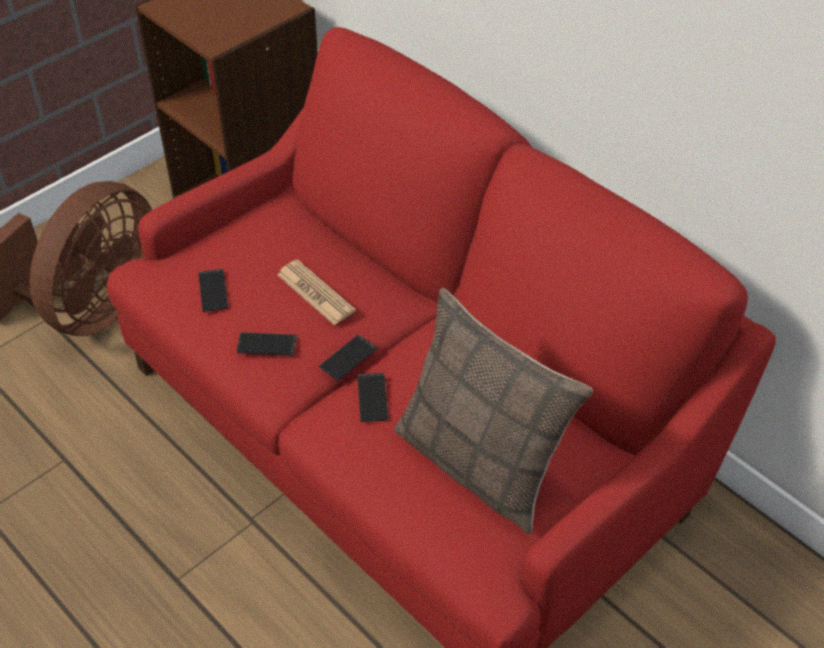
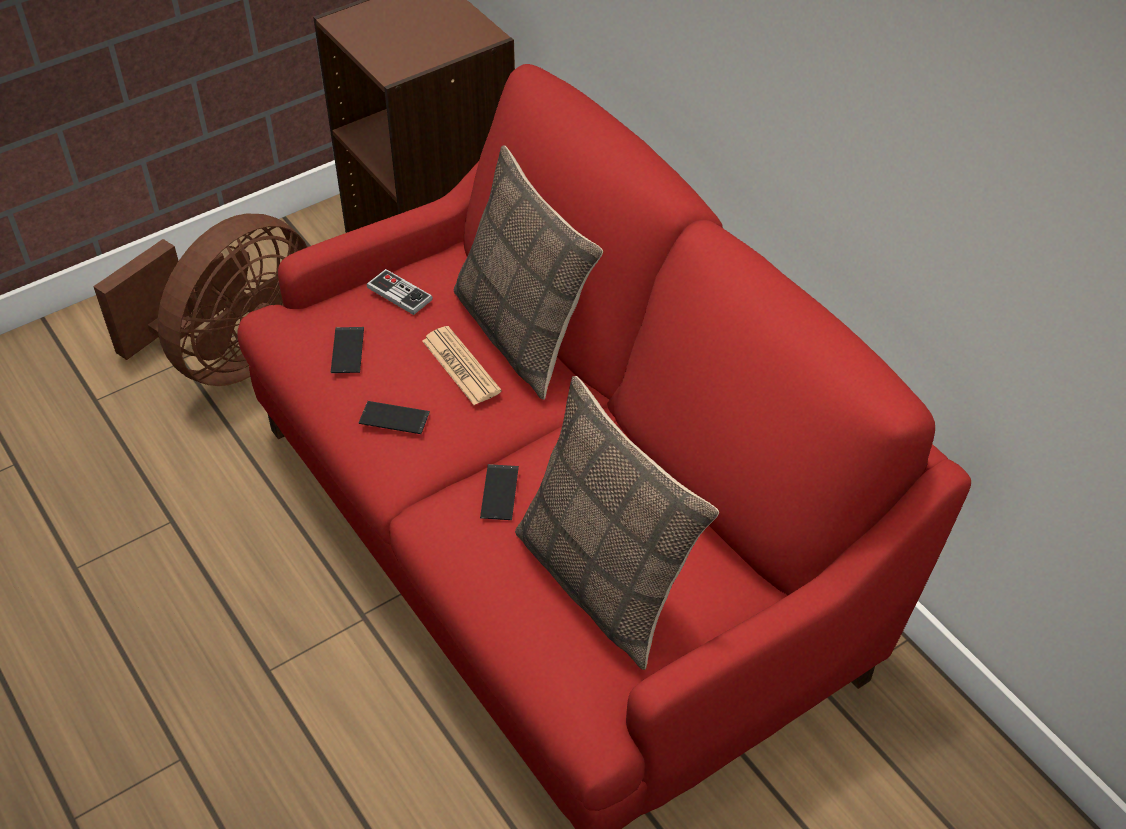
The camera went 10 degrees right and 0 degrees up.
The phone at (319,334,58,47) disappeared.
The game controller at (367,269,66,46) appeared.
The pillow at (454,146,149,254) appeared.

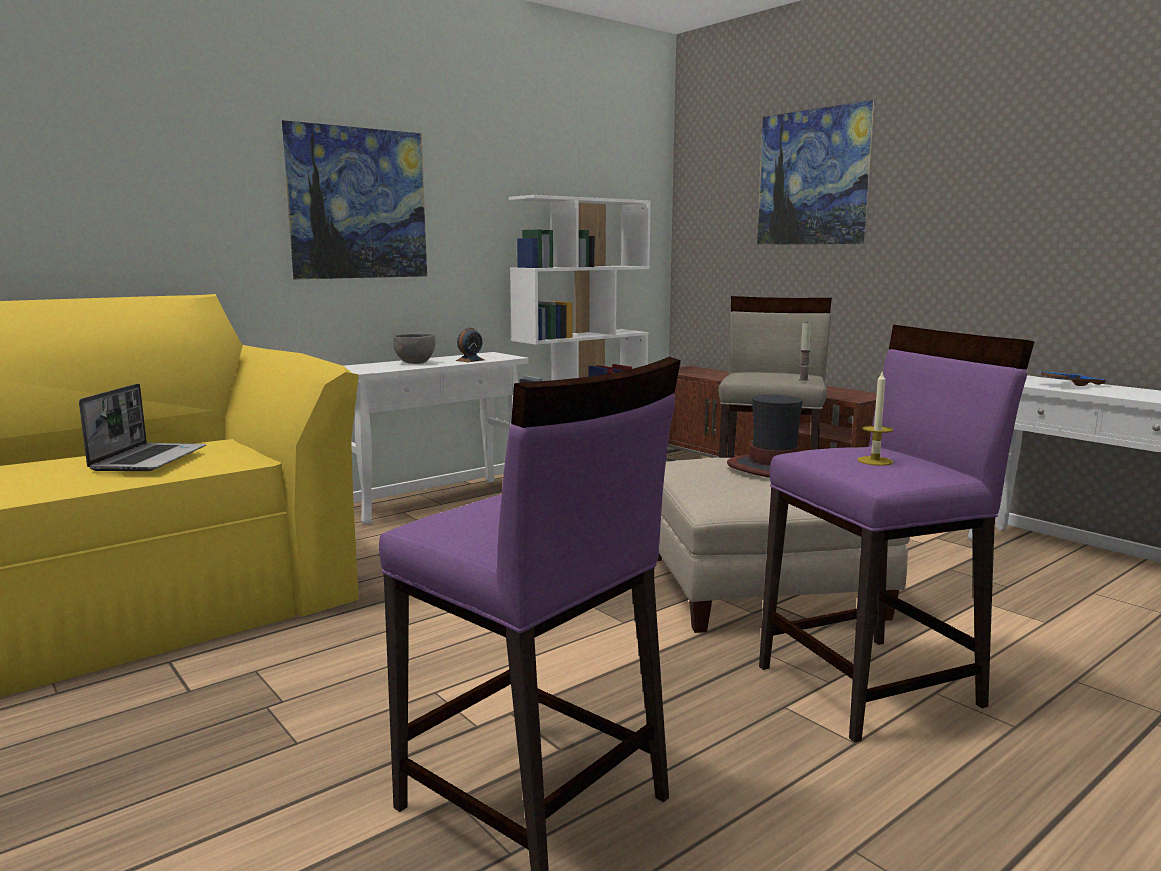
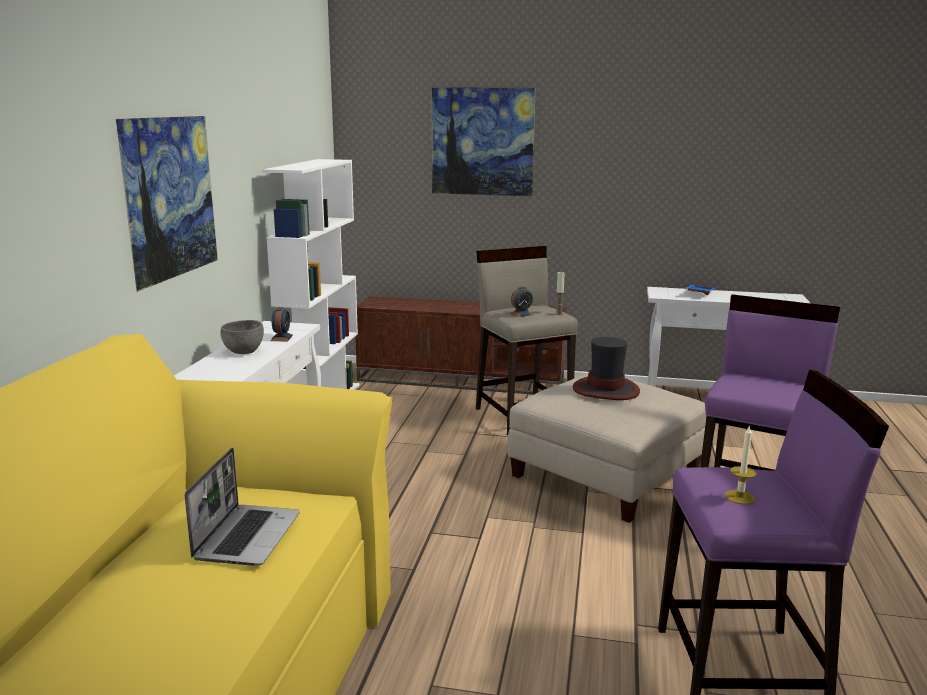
The camera went 40 degrees left and 5 degrees up.
The alarm clock at (509,287,25,30) appeared.
The candle moved from (857,370,36,96) to (725,427,32,78).
The laptop at (79,384,127,87) turned 45 degrees clockwise.

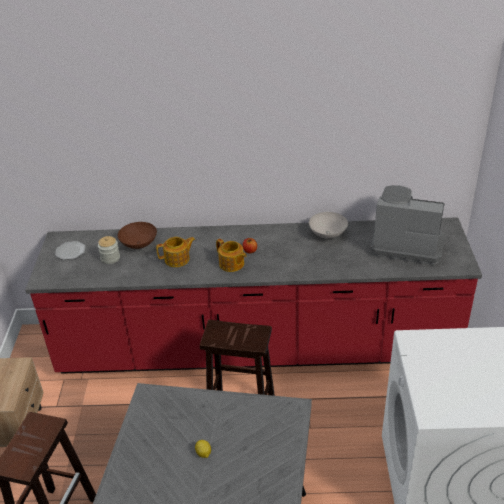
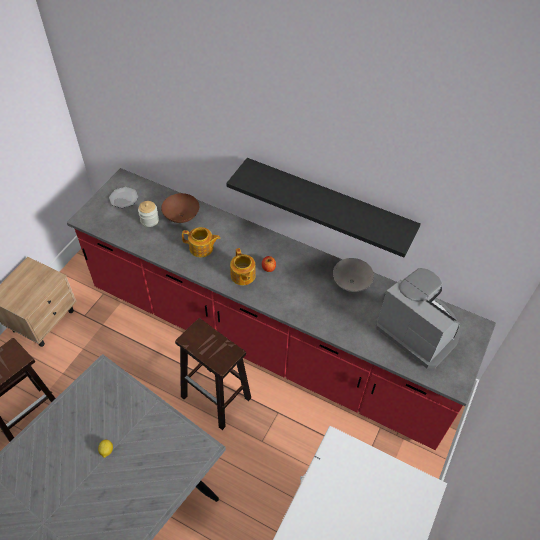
The camera went 25 degrees right and 15 degrees up.
The black shelf at (226,158,195,99) appeared.

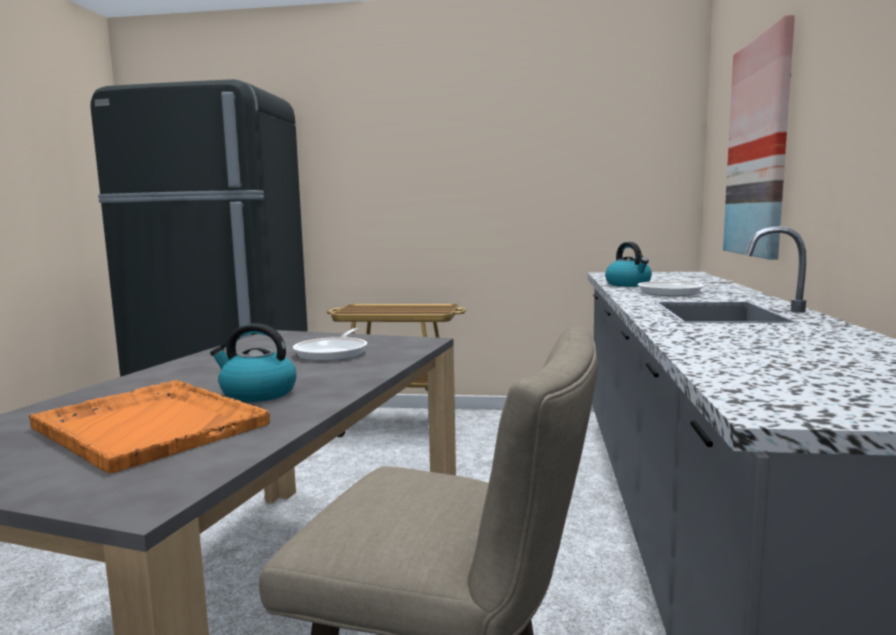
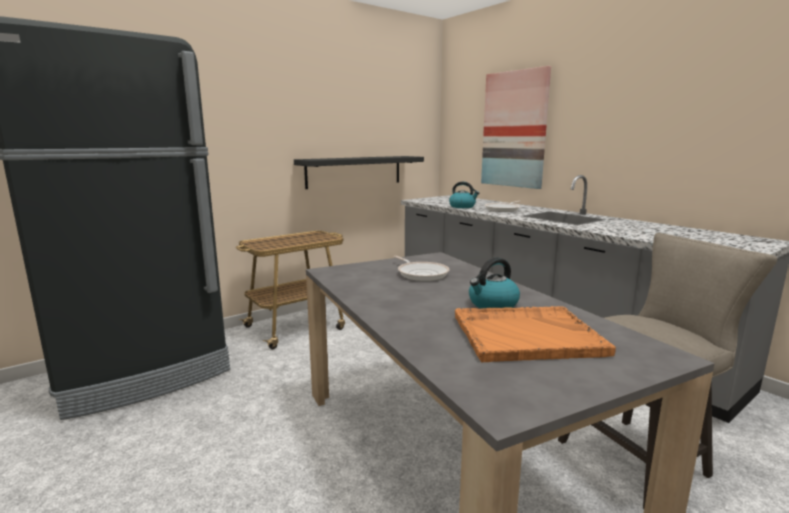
The camera went 45 degrees left and 5 degrees up.
The black shelf at (294,156,130,33) appeared.

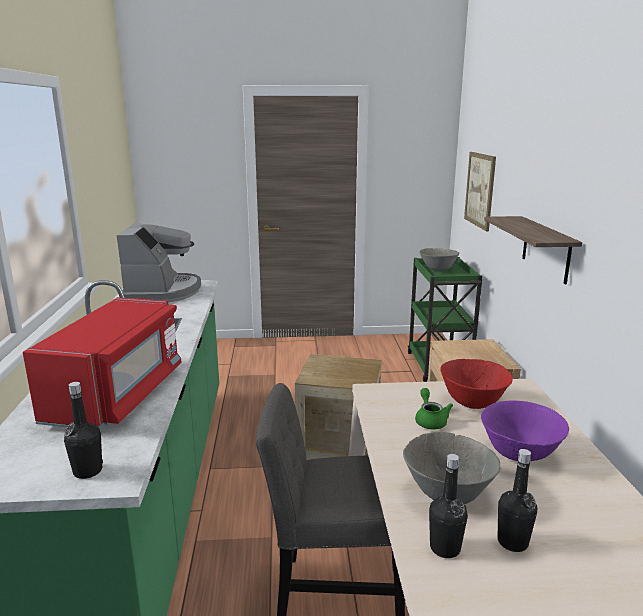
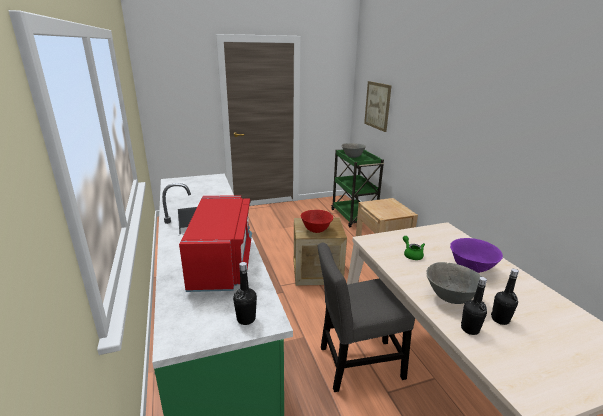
The camera went 15 degrees left and 5 degrees up.
The coffee machine at (117,222,84,80) disappeared.
The shelf at (484,216,98,69) disappeared.
The red bowl moved from (440,359,73,50) to (301,210,32,23).

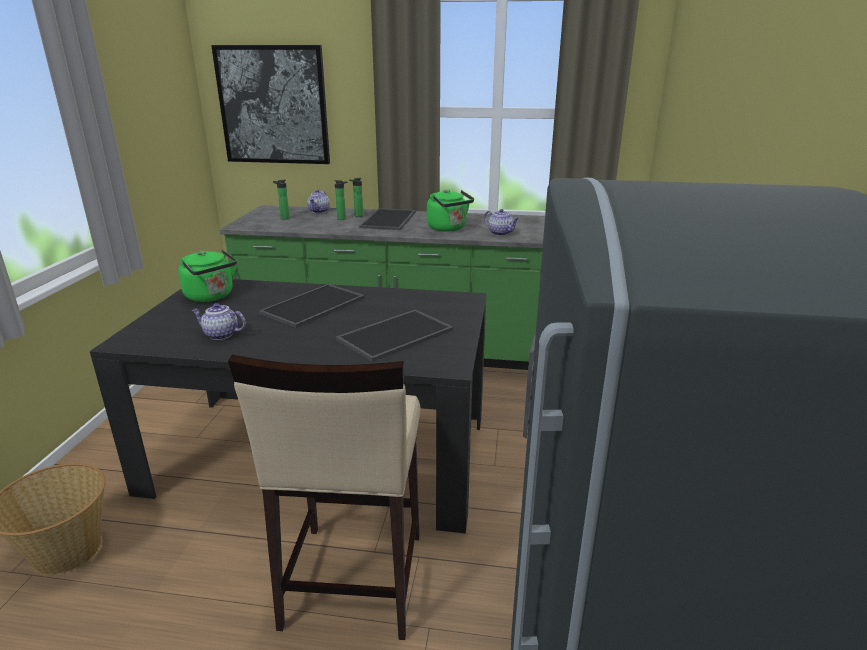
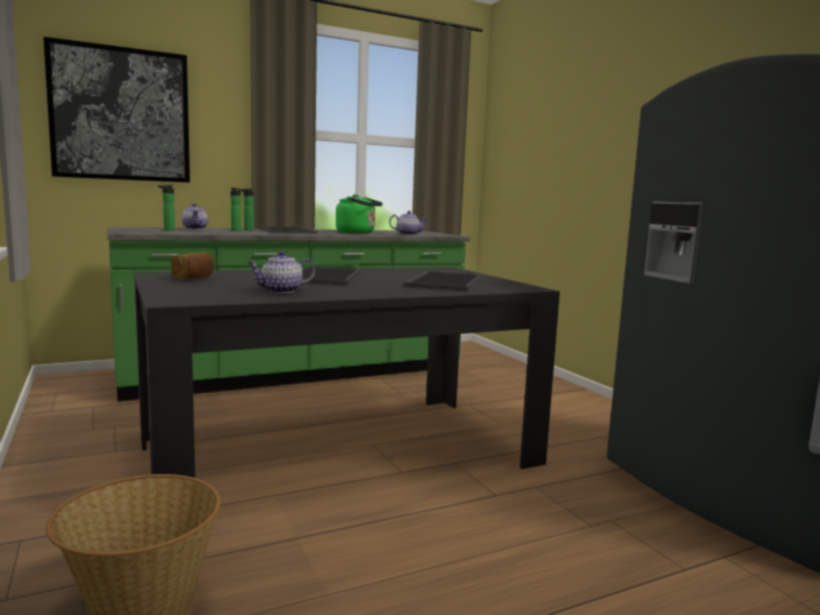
The camera went 35 degrees left and 15 degrees down.
The beige stool at (228,355,192,285) disappeared.
The green kettle at (178,249,59,53) was replaced by the bread at (171,252,43,27).

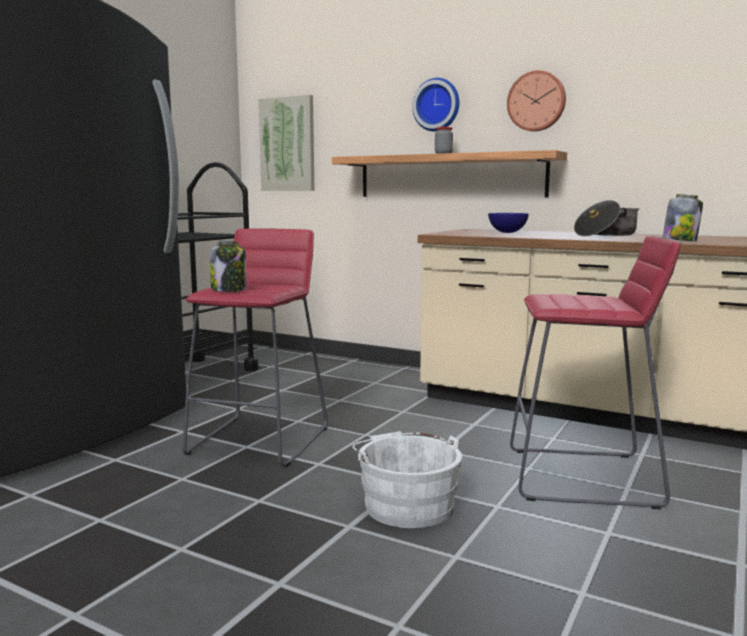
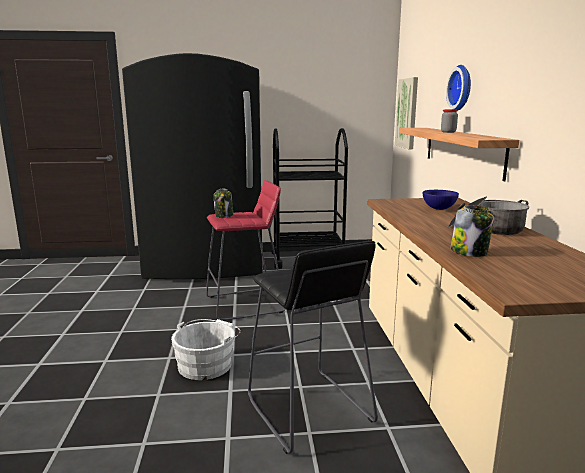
The camera went 55 degrees right and 5 degrees up.
The wall clock at (507,70,59,61) disappeared.
The red stool at (510,236,170,273) became the black stool at (248,240,130,214).

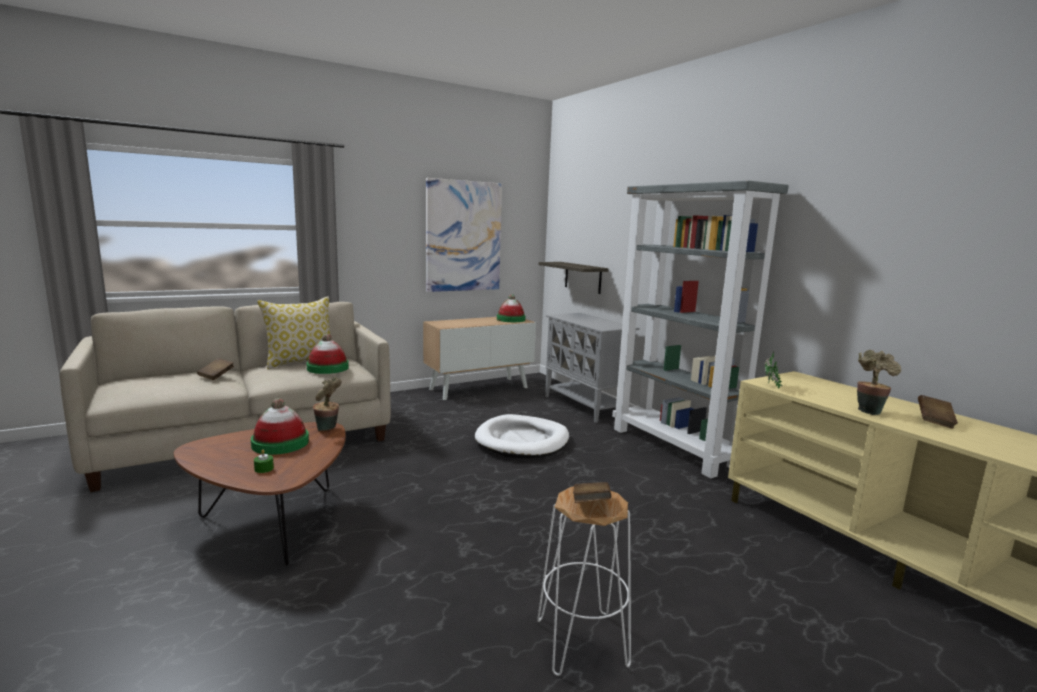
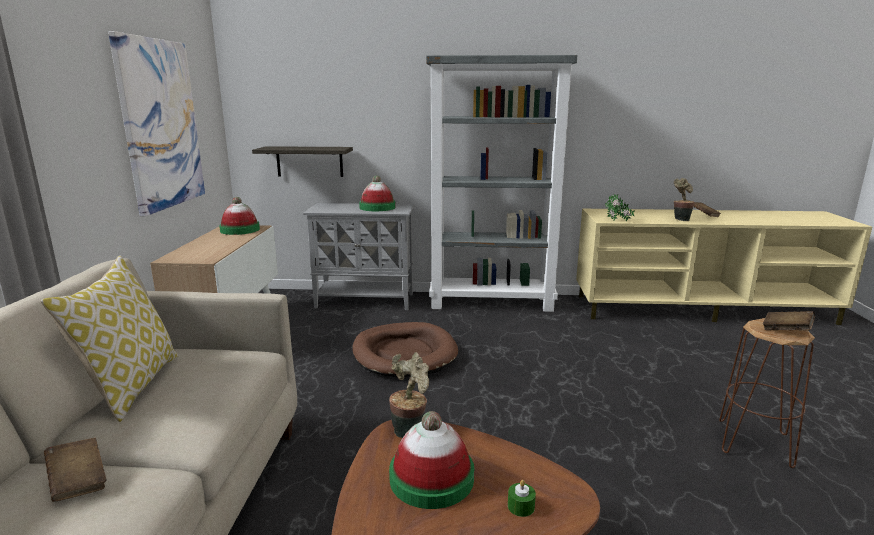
The camera went 55 degrees left and 5 degrees up.
The hat moved from (306,334,43,40) to (359,176,37,35).
The white dog bed at (475,414,94,44) became the brown dog bed at (352,322,106,55).
The white stool at (537,487,94,189) became the brown stool at (719,318,96,150).

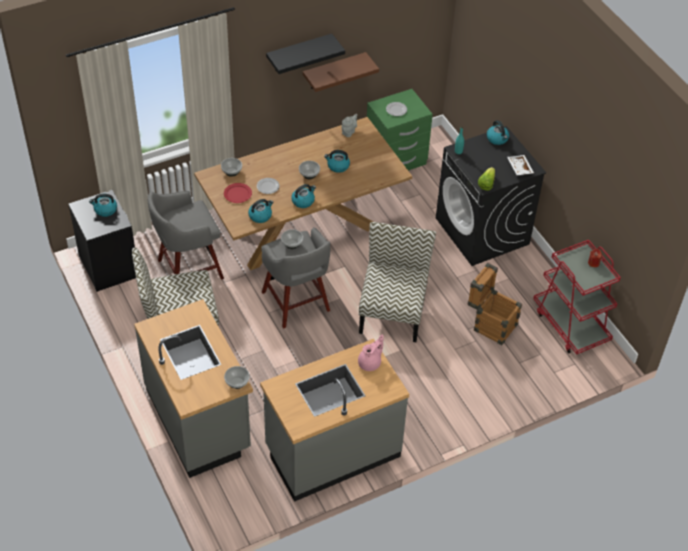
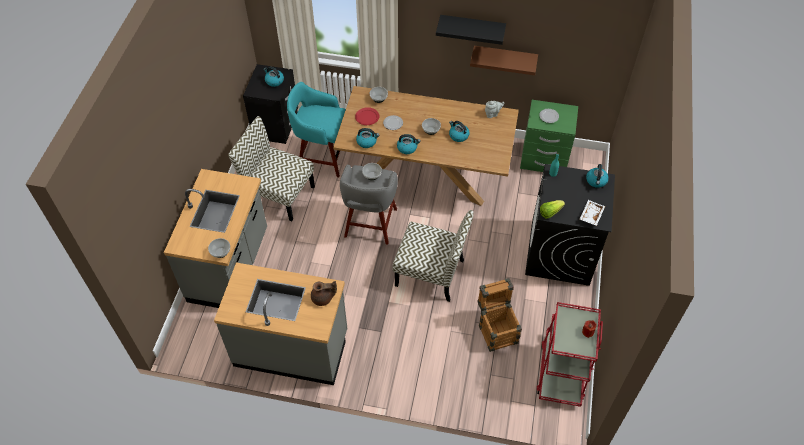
The camera went 40 degrees right and 5 degrees up.
The grey stool at (148,191,76,89) became the turquoise stool at (287,82,59,95).
The pink teapot at (358,335,26,36) became the brown teapot at (311,281,26,25).
The chair at (359,222,77,120) turned 60 degrees clockwise.

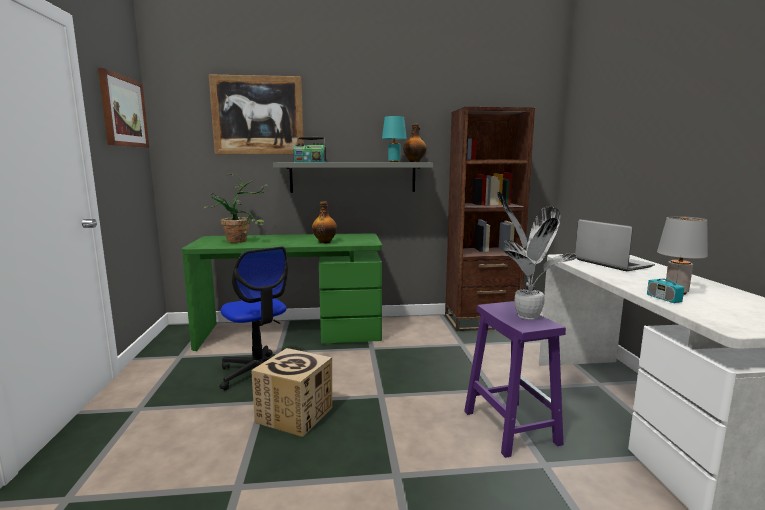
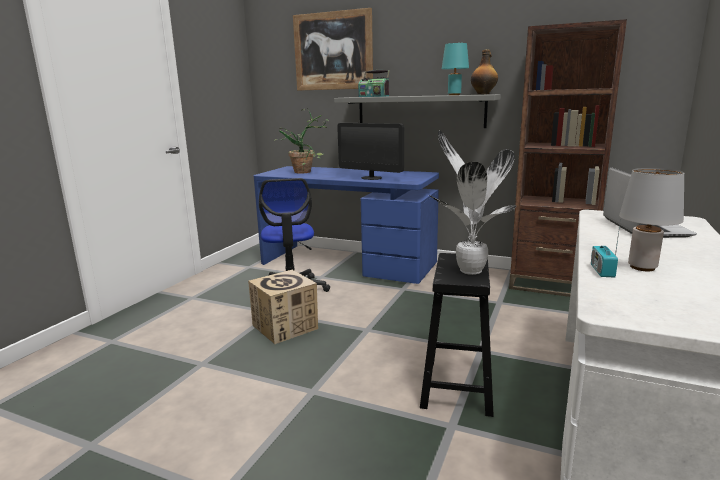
The camera went 30 degrees right and 5 degrees up.
The picture at (98,68,51,80) disappeared.
The bottle at (312,201,25,43) was replaced by the monitor at (337,123,67,57).
The green desk at (182,233,200,118) became the blue desk at (254,166,185,118).
The purple stool at (464,301,102,157) became the black stool at (420,253,74,164).

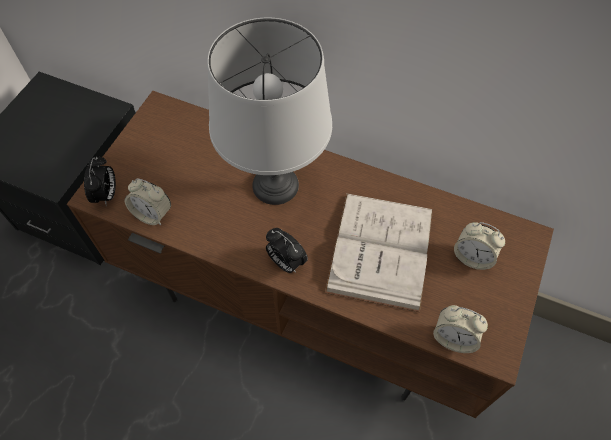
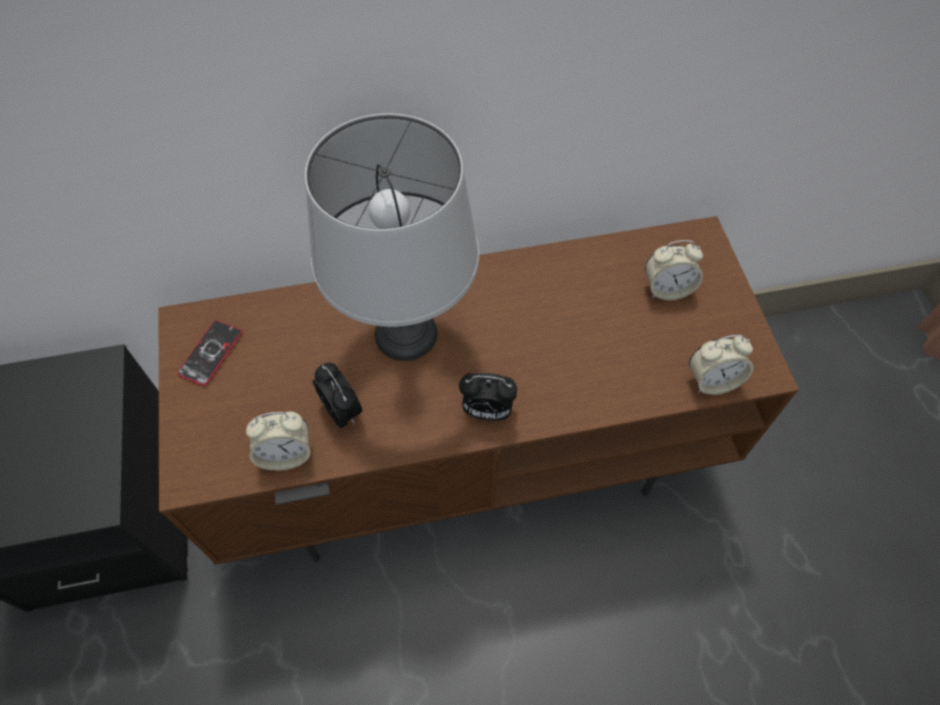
The camera went 35 degrees left and 0 degrees up.
The white book at (325,193,108,119) disappeared.
The phone at (177,320,65,66) appeared.
The alarm clock moved from (84,157,32,49) to (313,363,49,65).

